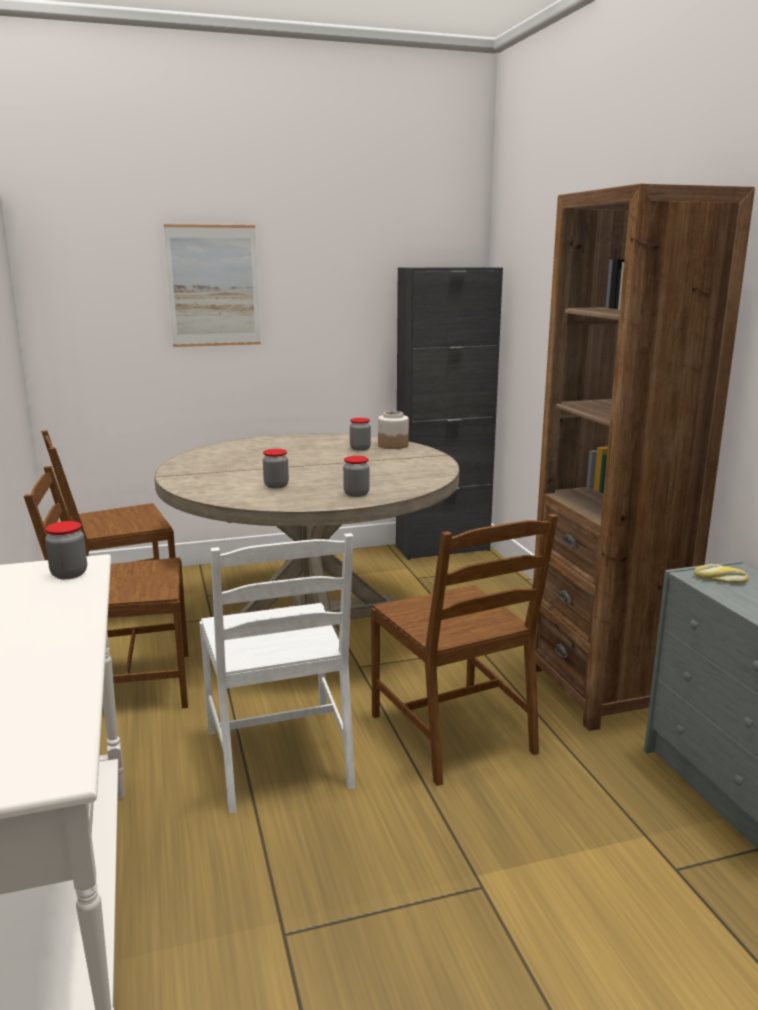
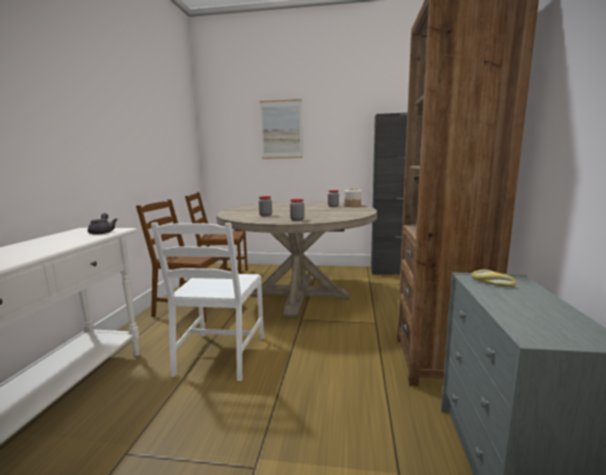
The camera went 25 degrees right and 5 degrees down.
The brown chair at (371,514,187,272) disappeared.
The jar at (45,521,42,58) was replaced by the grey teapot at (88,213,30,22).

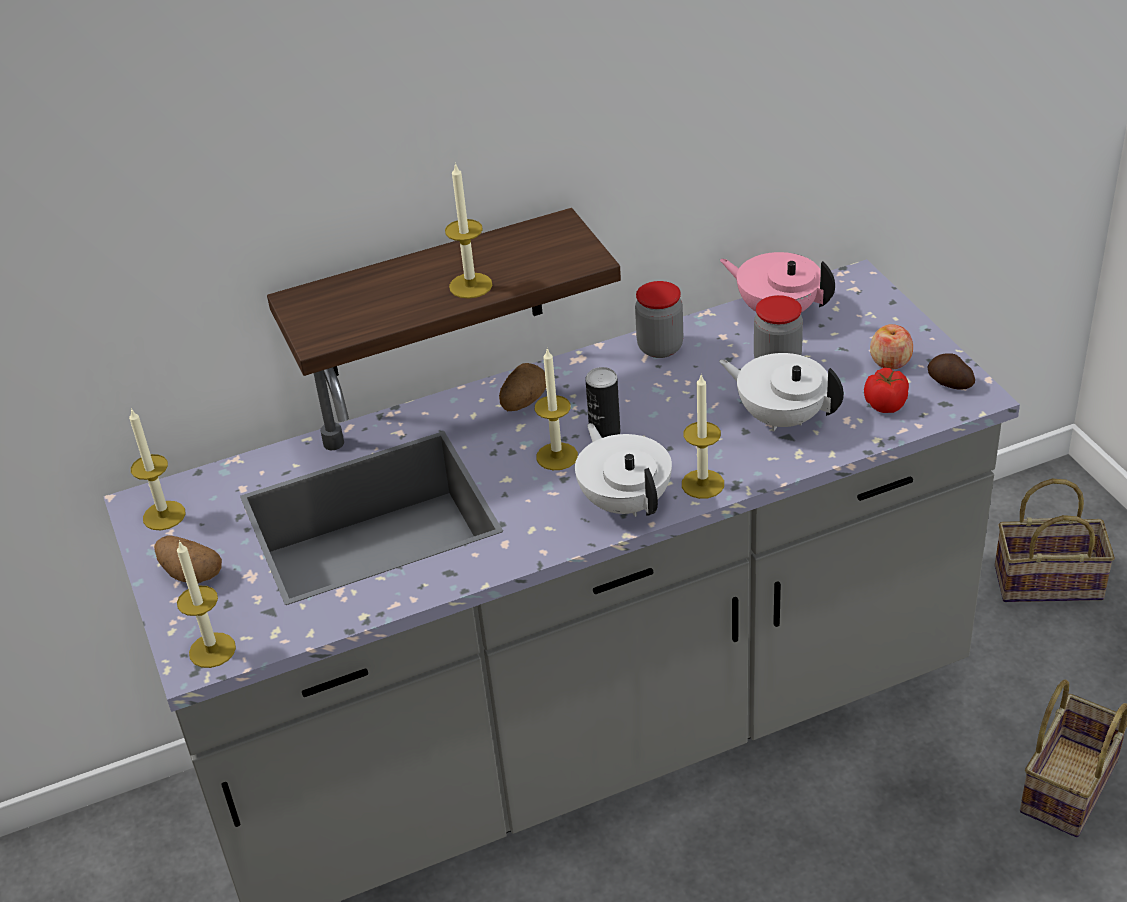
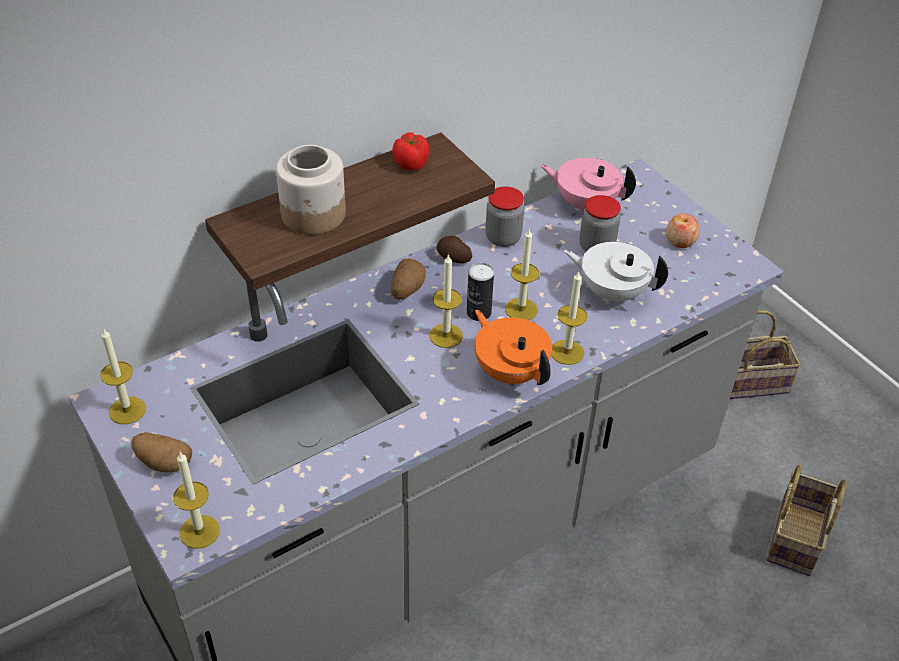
The camera went 15 degrees left and 5 degrees up.
The jar at (276,145,70,90) appeared.
The candle moved from (445,163,47,136) to (505,229,34,91).
The tomato moved from (864,368,45,45) to (392,132,37,39).
The potato moved from (928,353,47,37) to (436,236,36,27).
The white teapot at (575,423,97,94) became the orange teapot at (475,310,77,75).

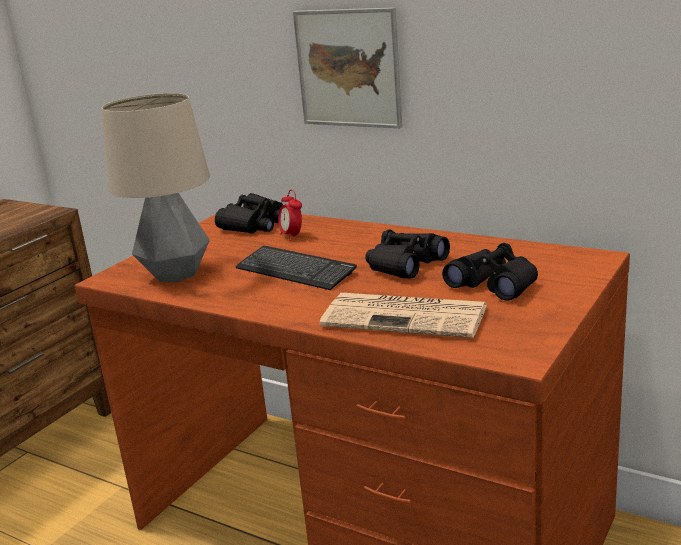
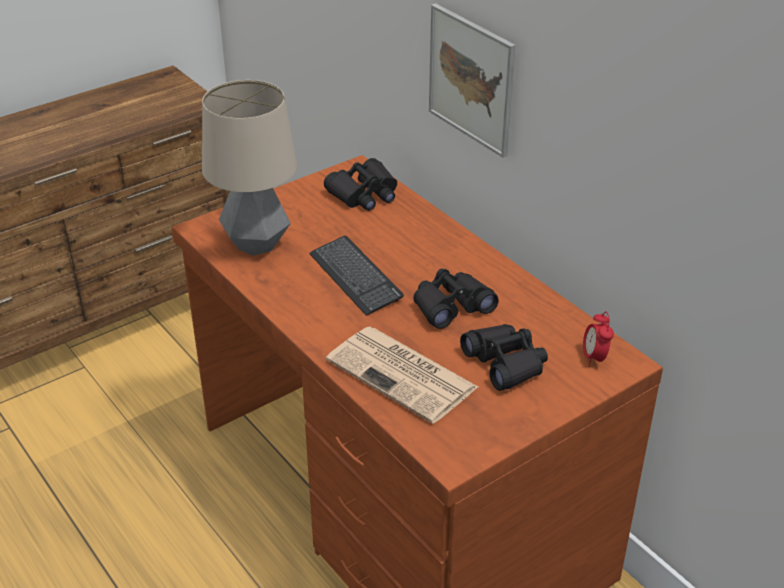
The camera went 20 degrees right and 15 degrees up.
The alarm clock moved from (278,190,24,51) to (583,311,31,56).

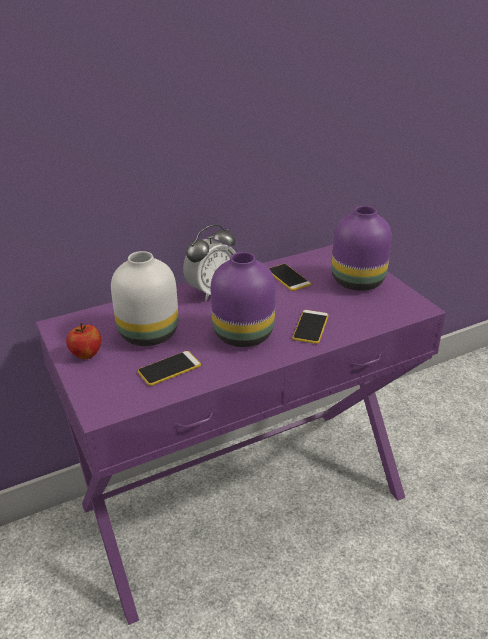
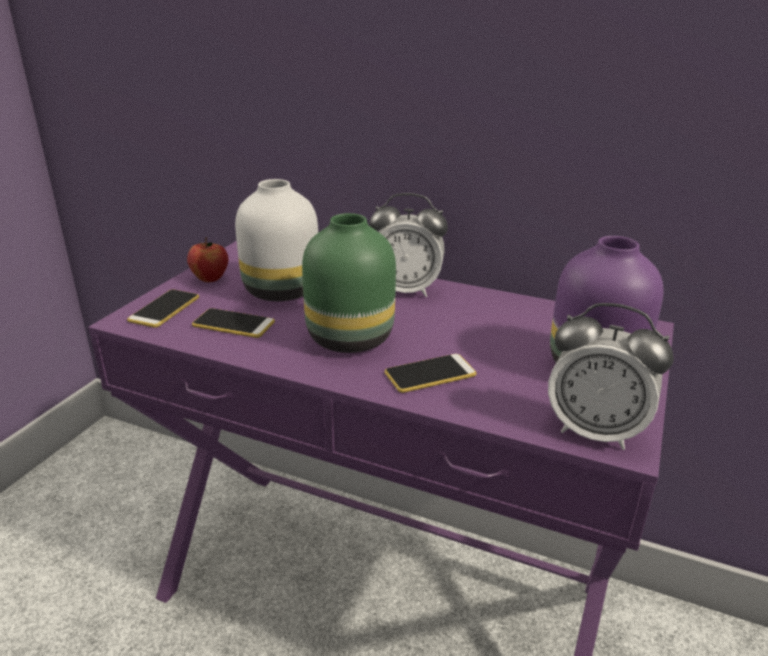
The camera went 50 degrees right and 5 degrees down.
The alarm clock at (548,303,126,147) appeared.
The phone moved from (269,264,42,27) to (127,290,72,38).
The purple vase at (211,252,65,95) became the green vase at (302,213,94,140).

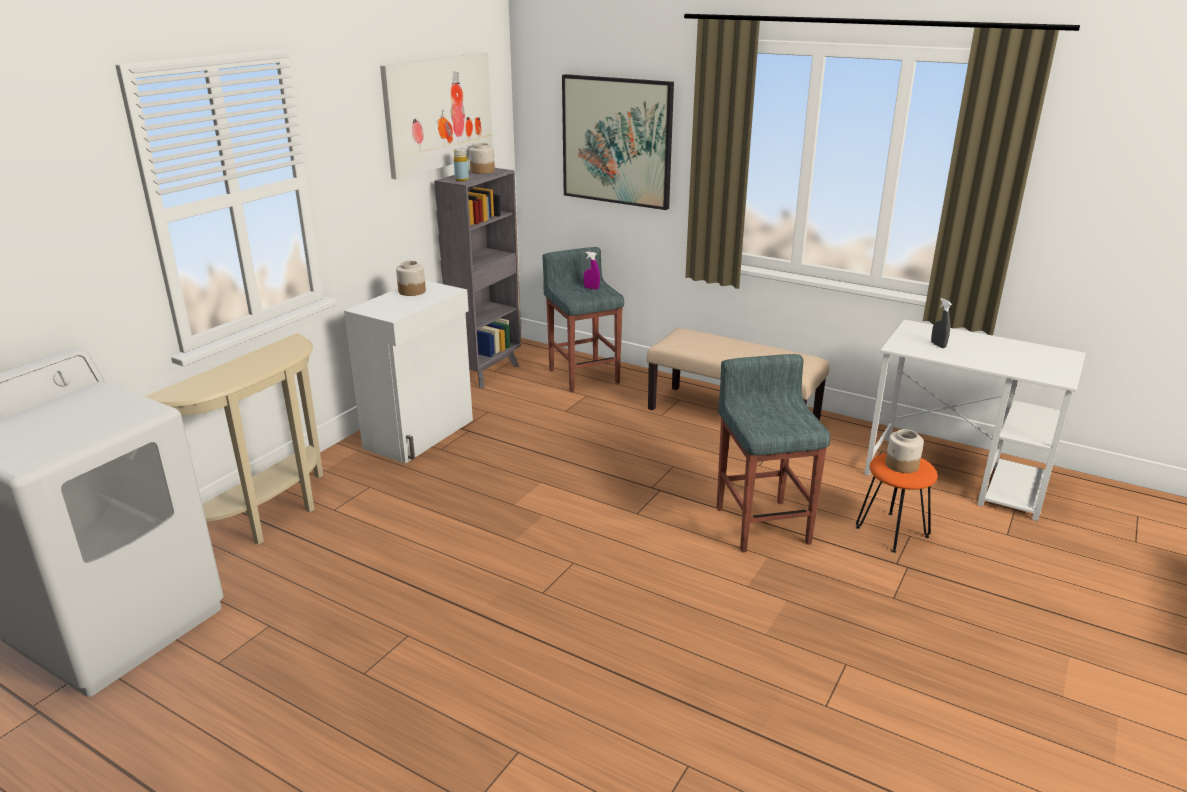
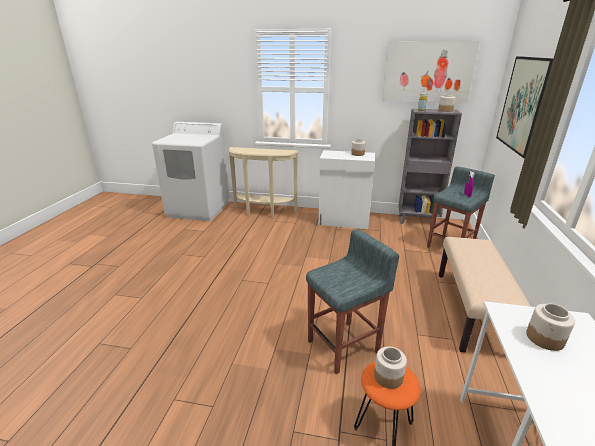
The camera went 70 degrees right and 0 degrees up.
The grey spray bottle at (931,298,21,50) was replaced by the jar at (526,303,49,48).

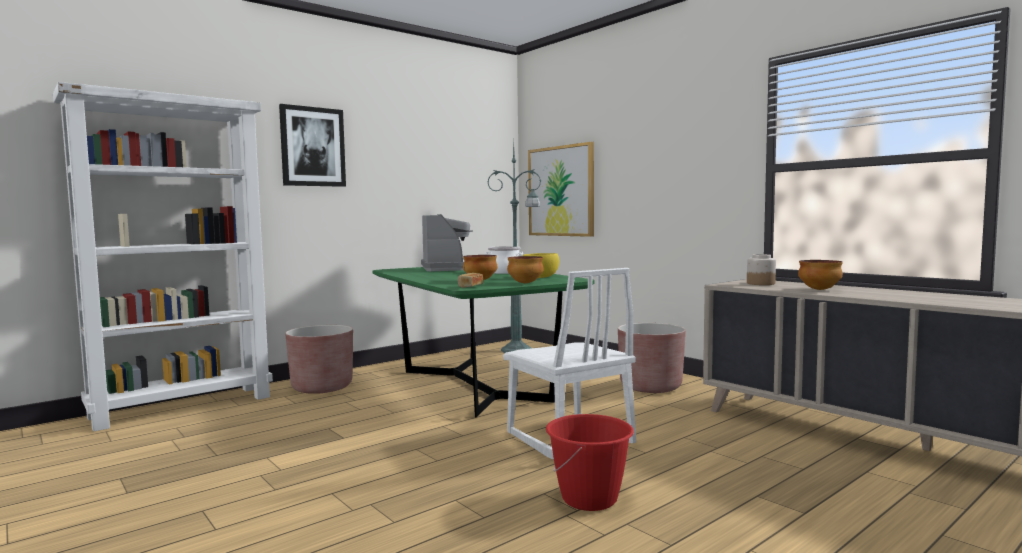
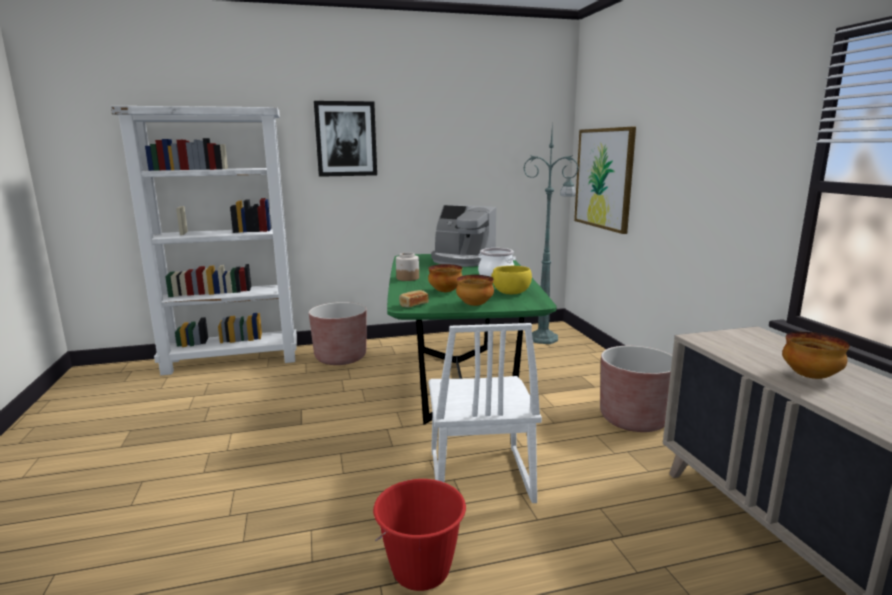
The camera went 25 degrees right and 10 degrees up.
The jar moved from (747,254,29,31) to (396,252,23,29).
The coffee machine at (421,214,52,57) turned 105 degrees clockwise.

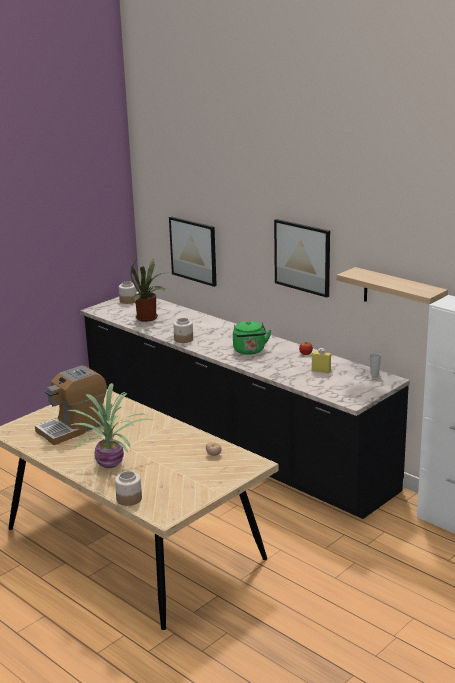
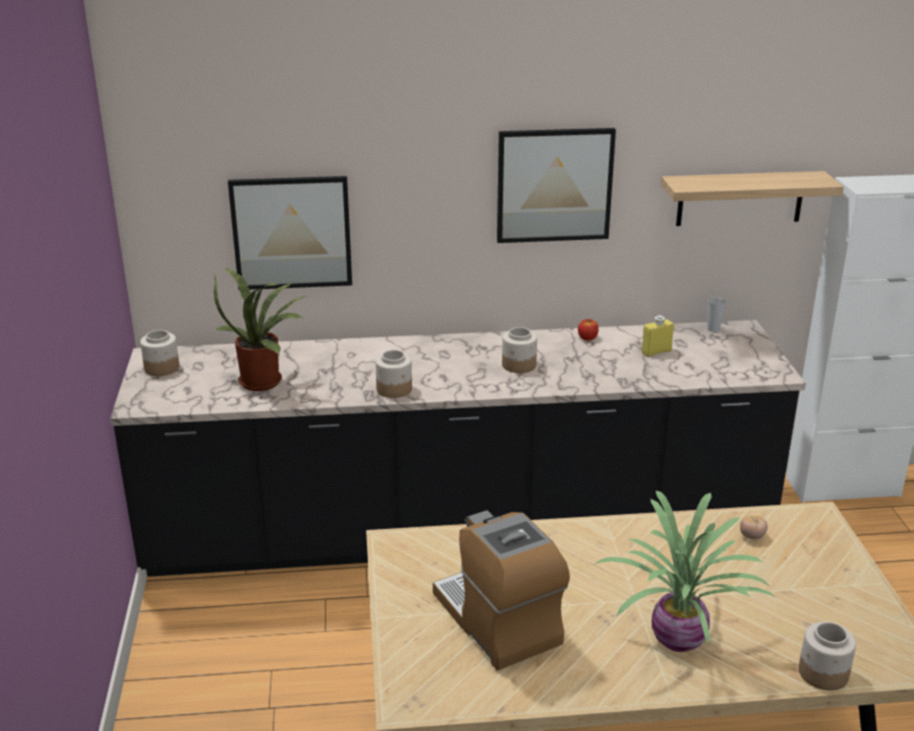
The camera went 50 degrees left and 5 degrees up.
The green kettle at (233,321,38,34) was replaced by the jar at (502,327,35,46).
The coffee machine at (35,365,72,80) turned 150 degrees clockwise.

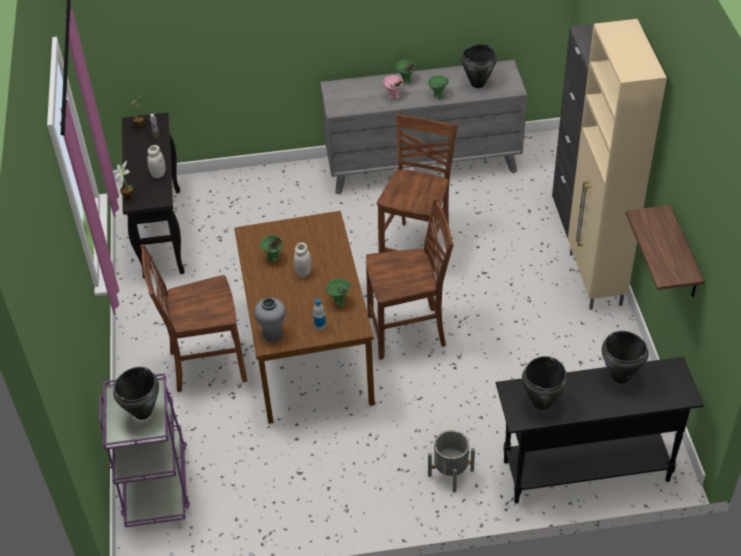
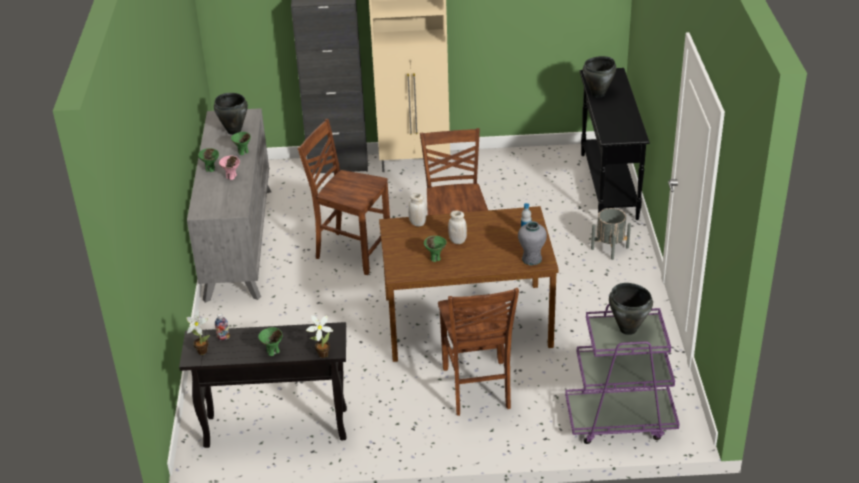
The camera went 85 degrees left and 10 degrees down.
The black cooking pot at (522,356,46,54) disappeared.
The shelf at (625,205,80,92) disappeared.
The white jar moved from (147,145,19,33) to (408,193,18,33).
The green bowl moved from (326,278,24,29) to (258,327,25,29).

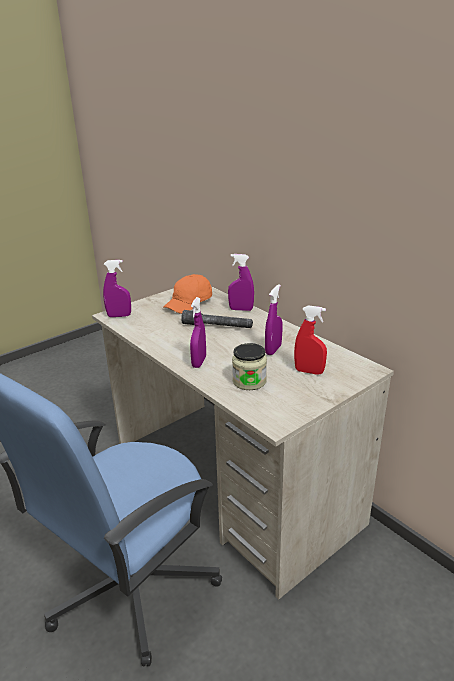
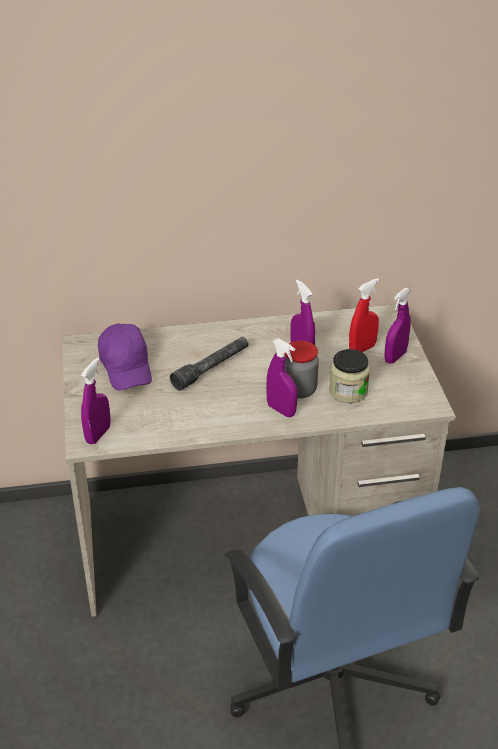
The camera went 60 degrees left and 10 degrees up.
The jar at (285,341,34,58) appeared.
The purple spray bottle moved from (228,254,26,57) to (384,287,27,77).
The orange cap at (163,274,49,40) became the purple cap at (98,324,54,67).

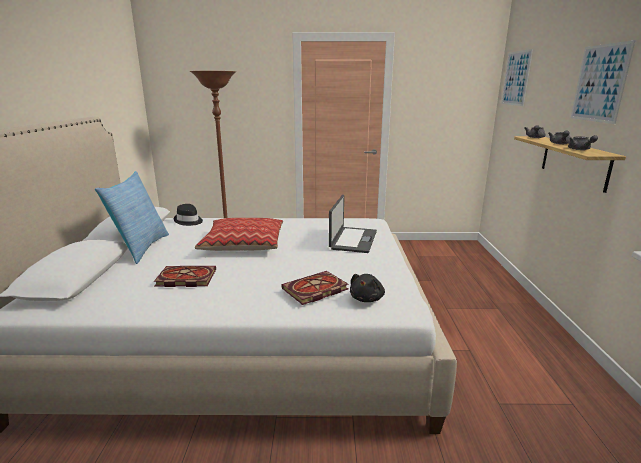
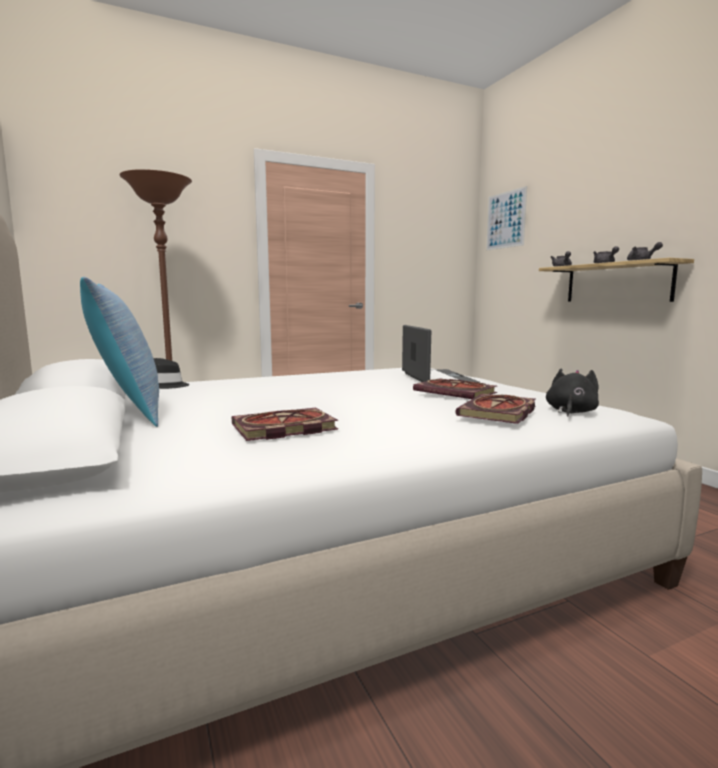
The camera went 25 degrees left and 10 degrees down.
The pillow at (195,218,88,33) disappeared.
The picture at (571,40,65,84) disappeared.
The book at (413,378,84,21) appeared.
The black plush toy at (350,274,35,28) turned 150 degrees counterclockwise.

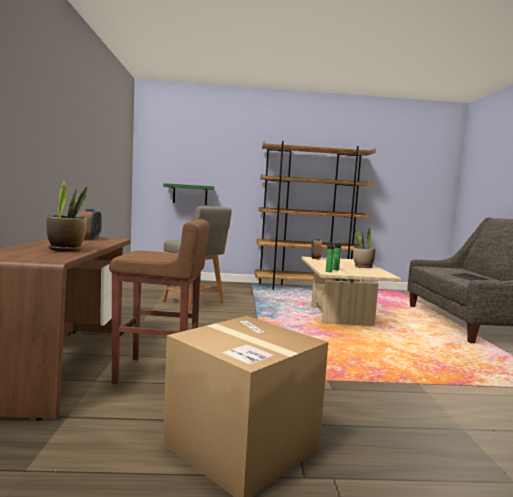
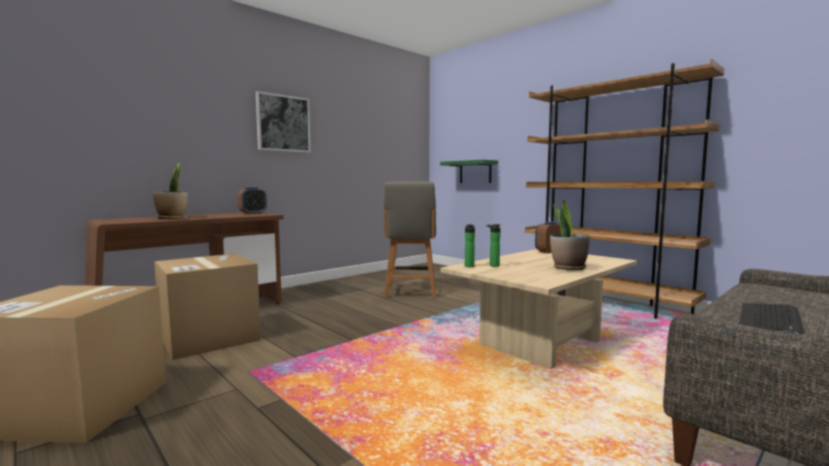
The camera went 50 degrees right and 0 degrees up.
The picture at (256,91,55,62) appeared.
The brown stool at (109,219,101,165) was replaced by the cardboard box at (154,254,107,106).

